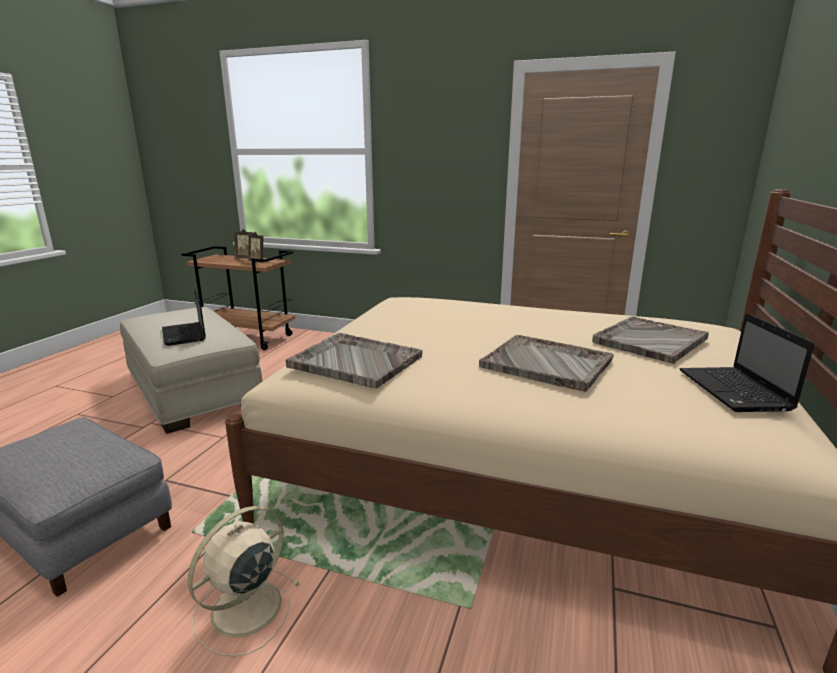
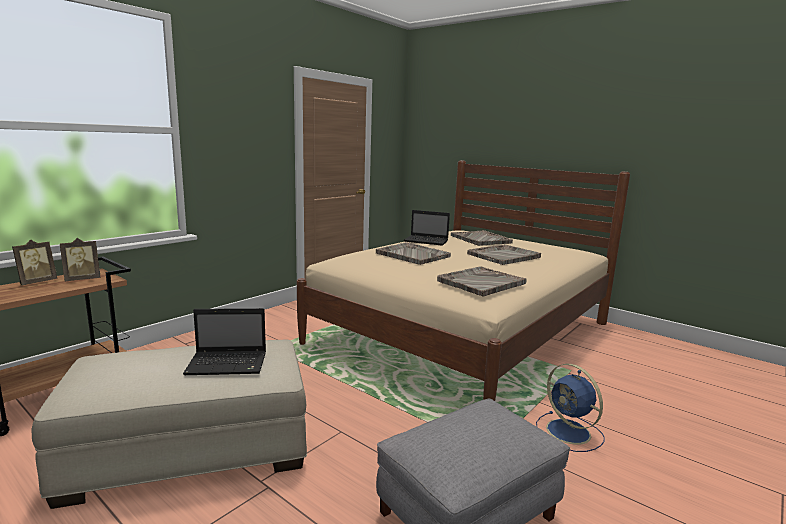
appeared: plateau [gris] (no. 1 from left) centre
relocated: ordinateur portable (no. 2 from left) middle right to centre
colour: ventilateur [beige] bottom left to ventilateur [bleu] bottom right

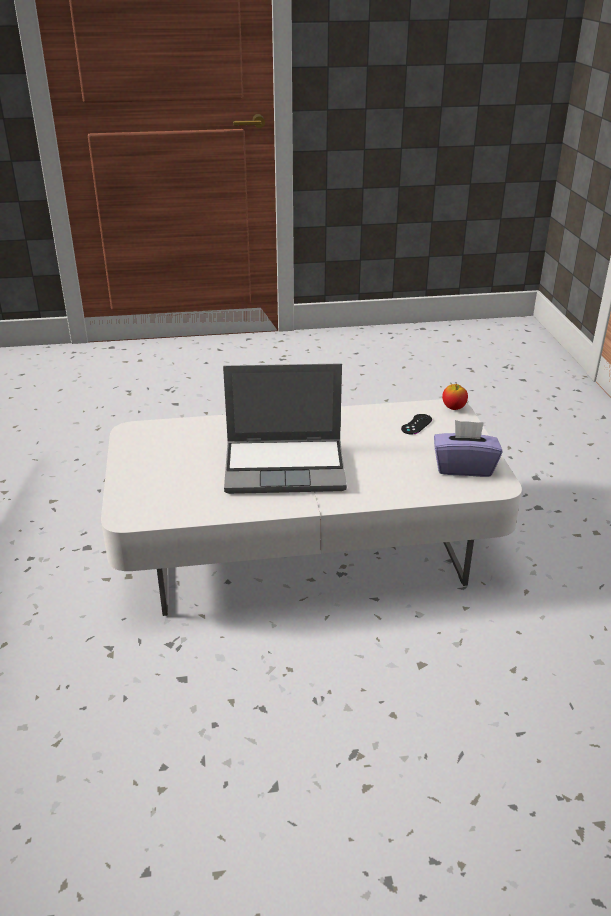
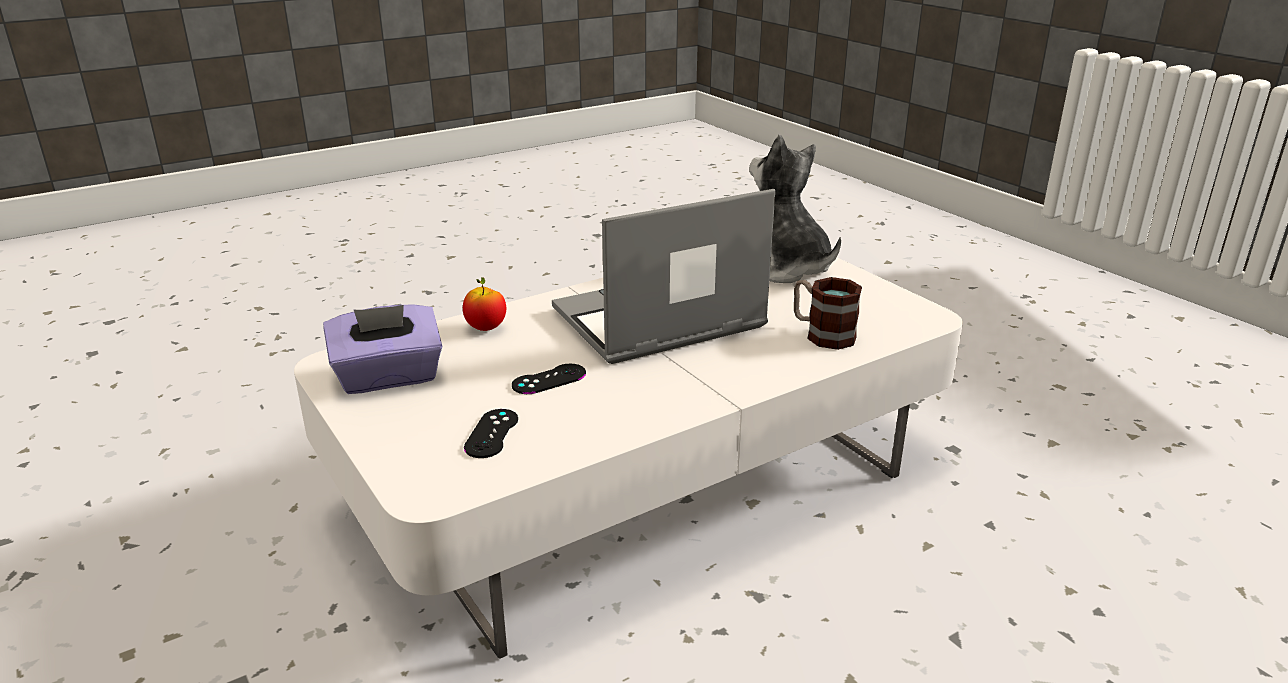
appeared: manette [noir] (no. 2 from left) centre; peluche top centre; mug centre
relocated: pomme middle right to centre

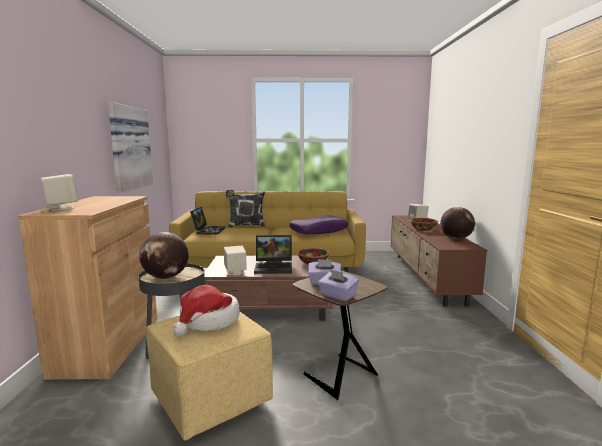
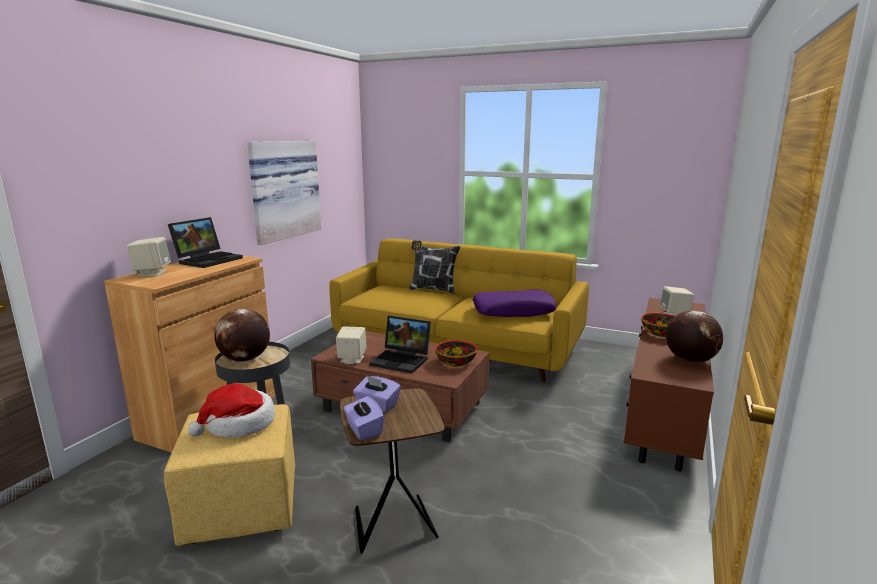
relocated: ordinateur portable (no. 1 from left) centre to middle left

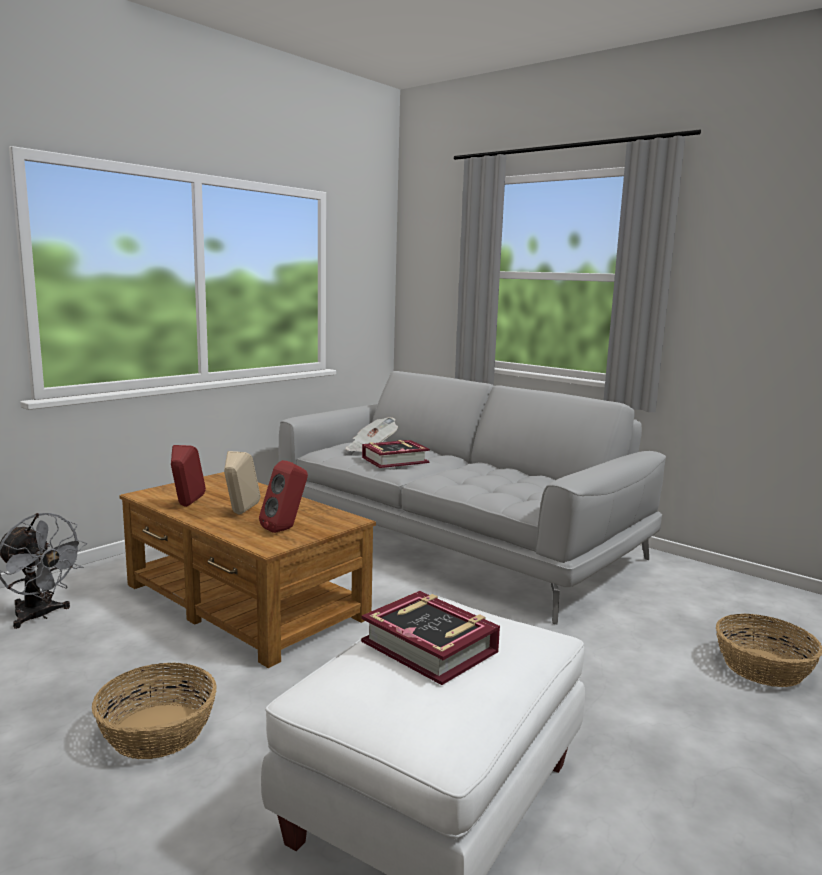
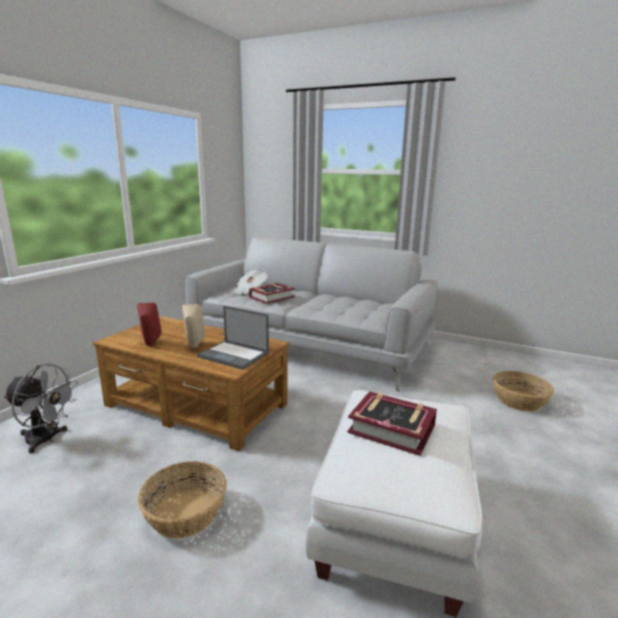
exchanged: enceinte [rouge] (no. 2 from left) centre to ordinateur portable centre

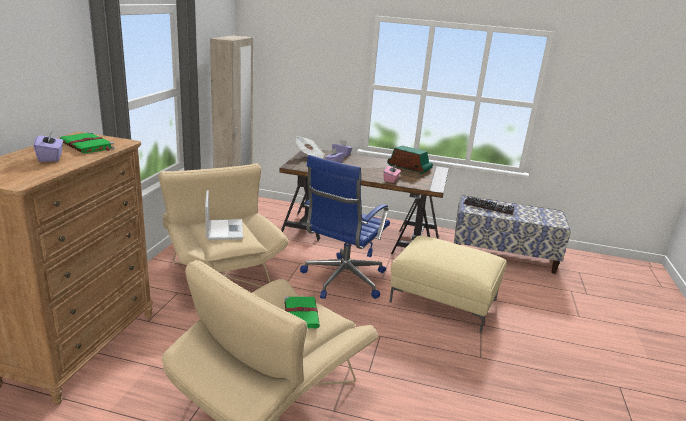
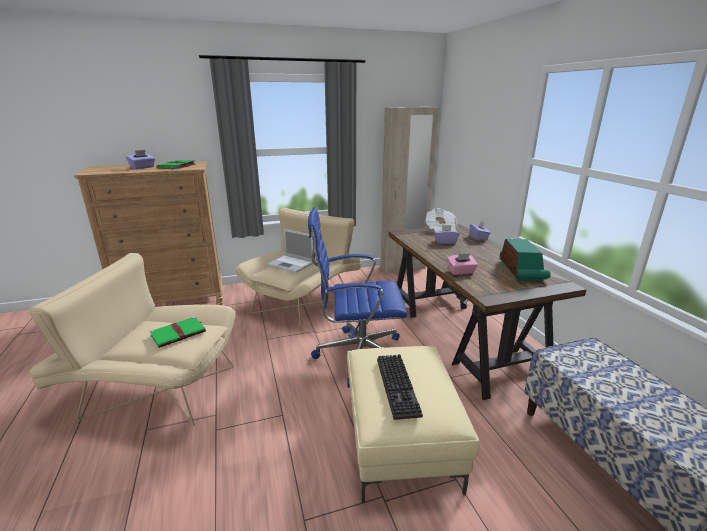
relocated: clavier middle right to bottom centre
spun: ordinateur portable middle left = centre 75 degrees clockwise

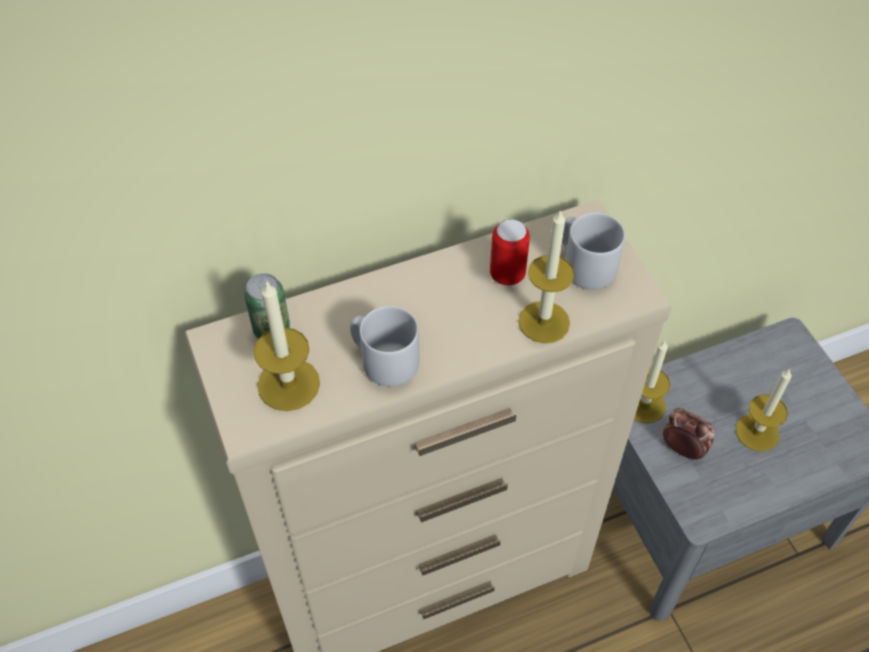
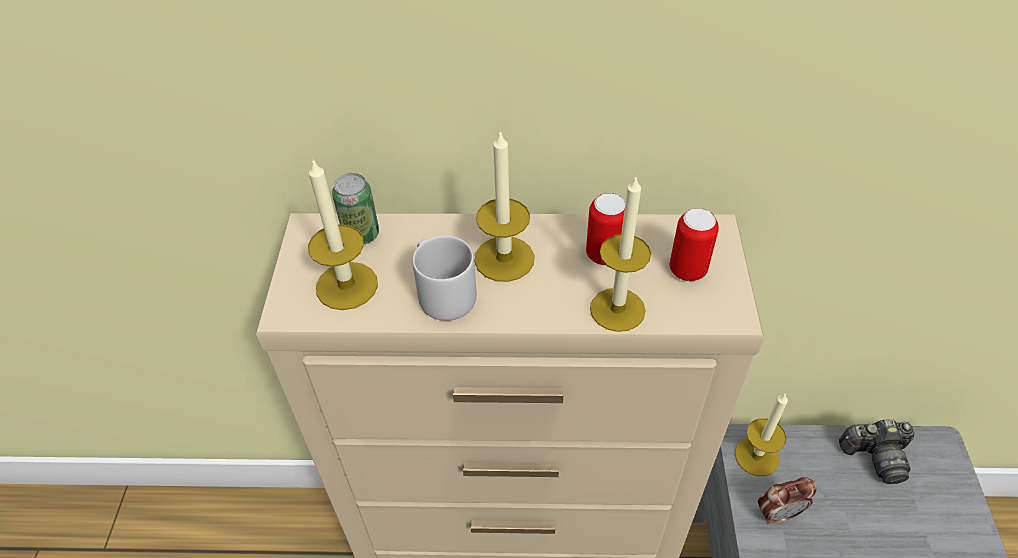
appeared: appareil photo bottom right
relocated: bougie (no. 4 from left in the first image) middle right to bougie (no. 2 from left) centre
exchanged: mug [gris] (no. 2 from left) middle right to boîte métallique (no. 3 from left) middle right
spun: réveil middle right = bottom right 105 degrees clockwise

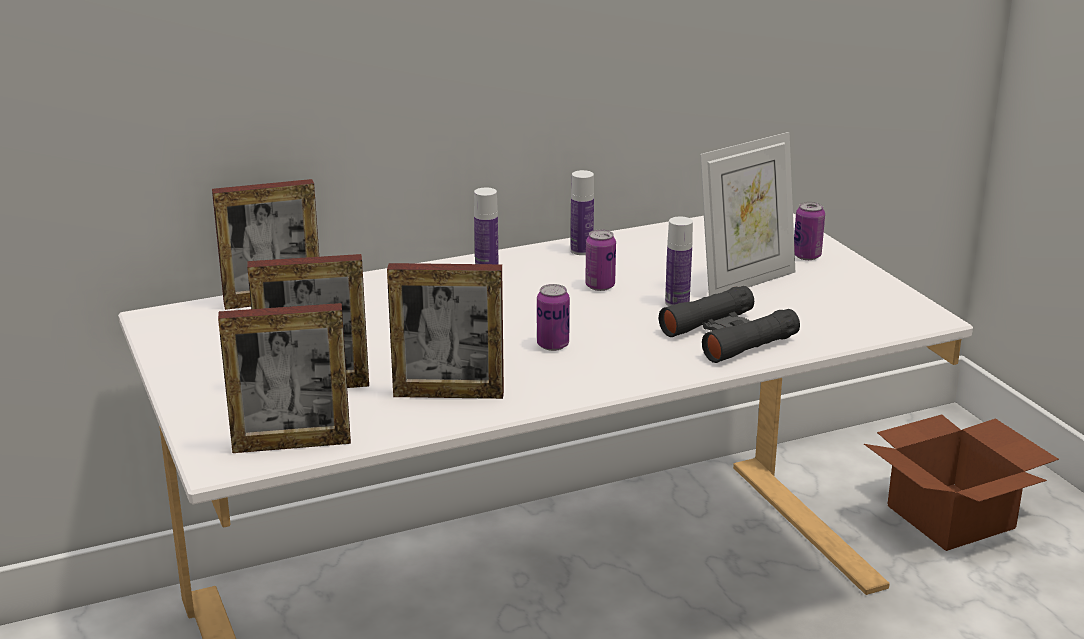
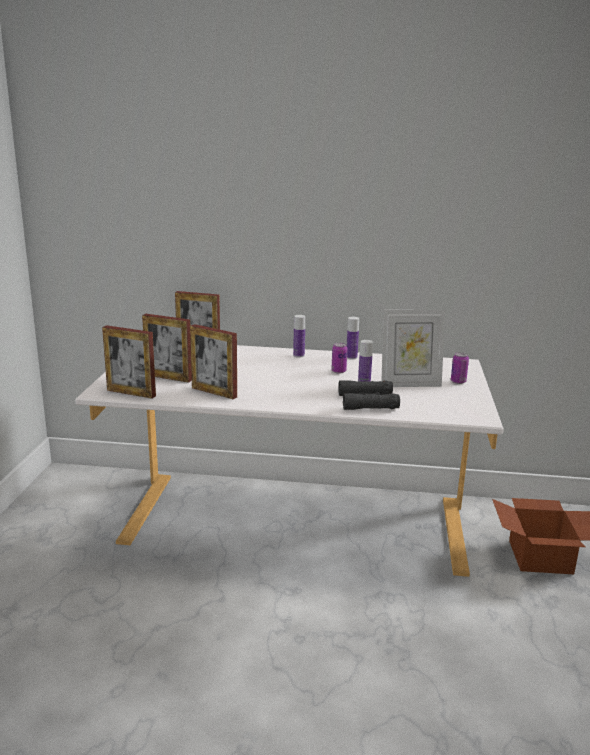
missing: boîte métallique (no. 1 from left) centre

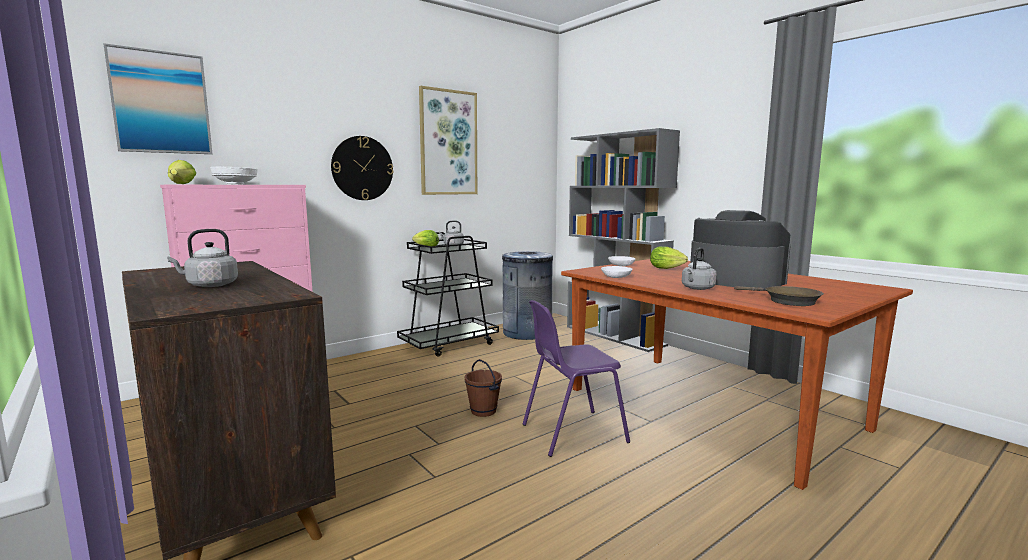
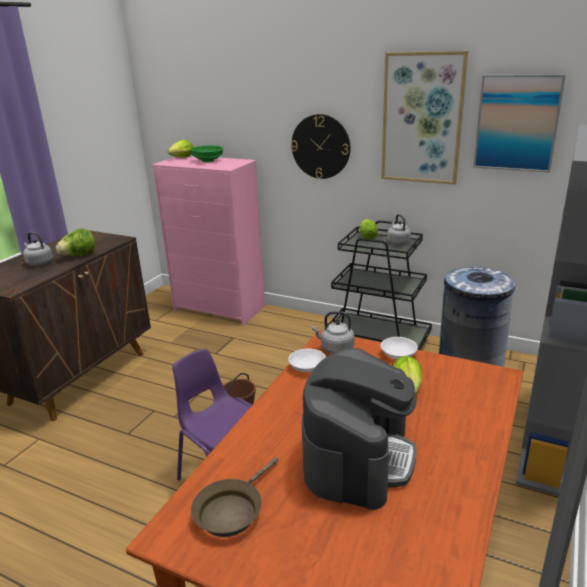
appeared: laitue (no. 1 from left) middle left
relocated: tableau (no. 1 from left in the first image) top left to tableau (no. 2 from left) top right; bouilloire [gris] (no. 3 from left in the first image) middle right to bouilloire [gris] (no. 2 from left) centre
colour: bol [blanc] (no. 1 from left) top left to bol [vert] top centre

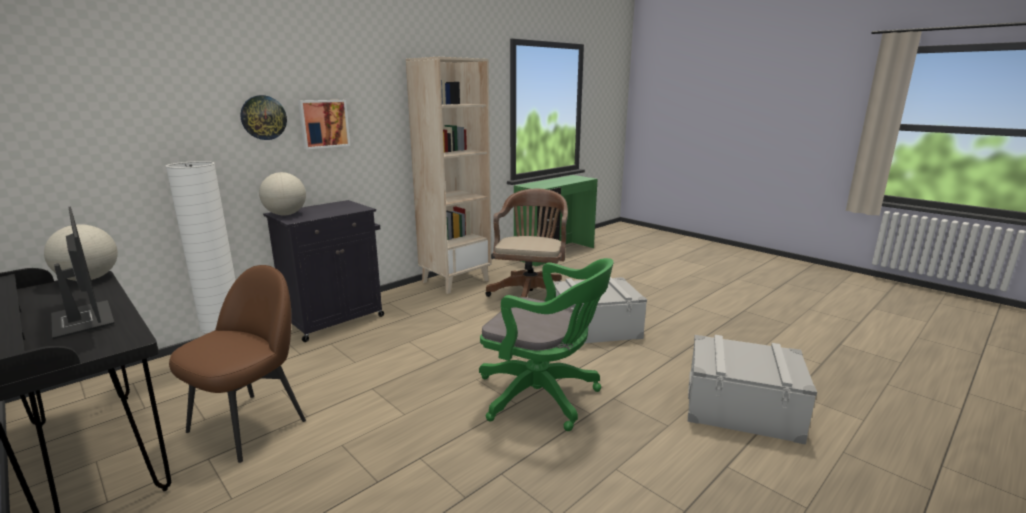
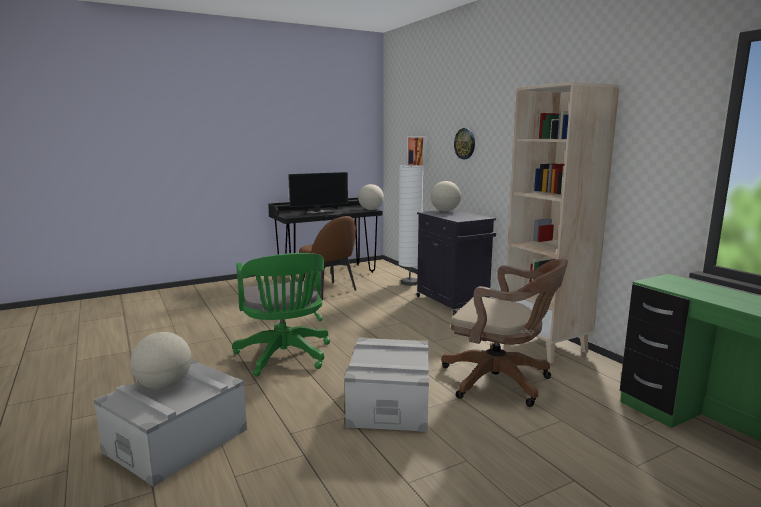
appeared: globe (no. 1 from left) bottom left
relocated: tableau top left to top centre
spun: chaise de bureau [vert] bottom centre = centre 60 degrees counterclockwise

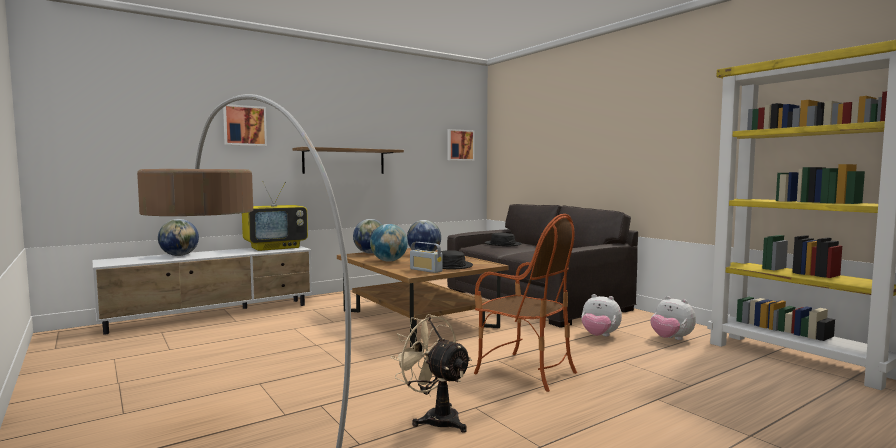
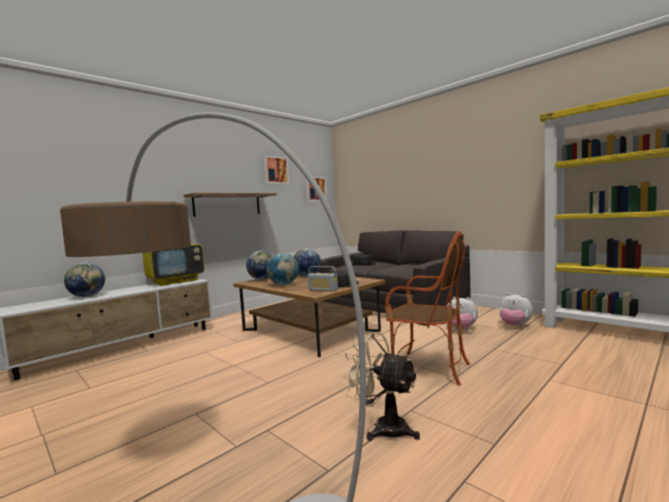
relocated: tableau (no. 1 from left) top left to centre

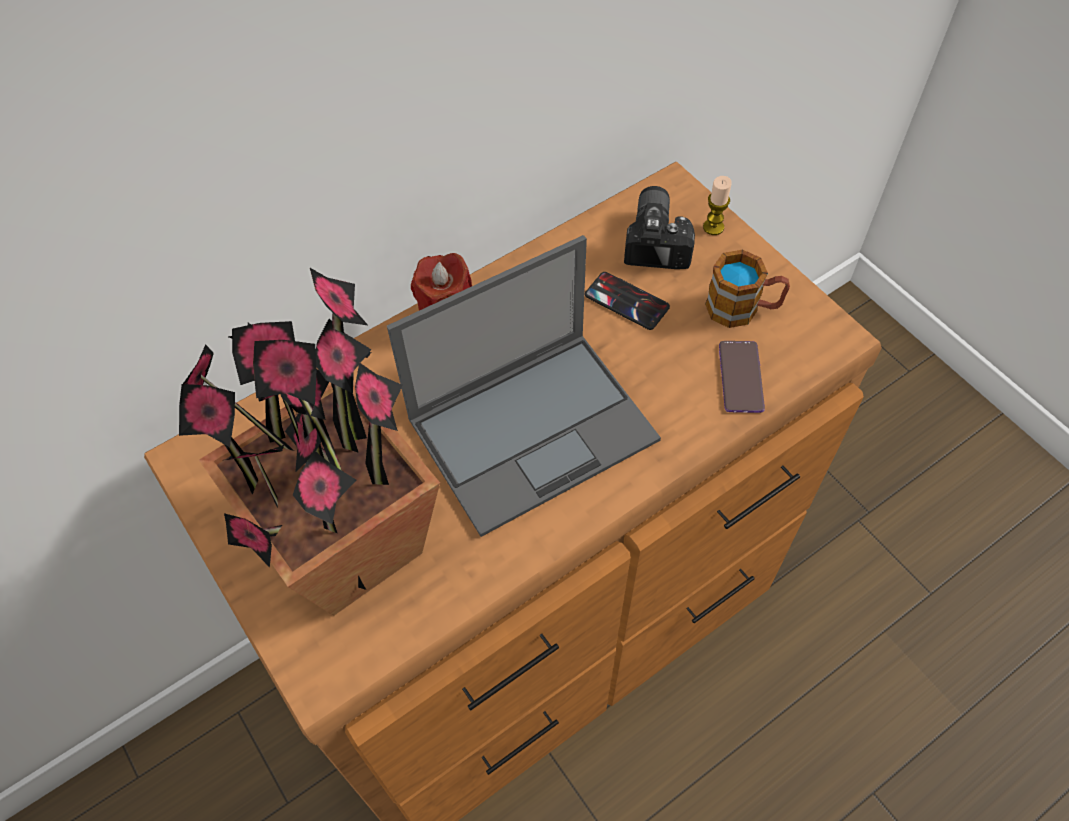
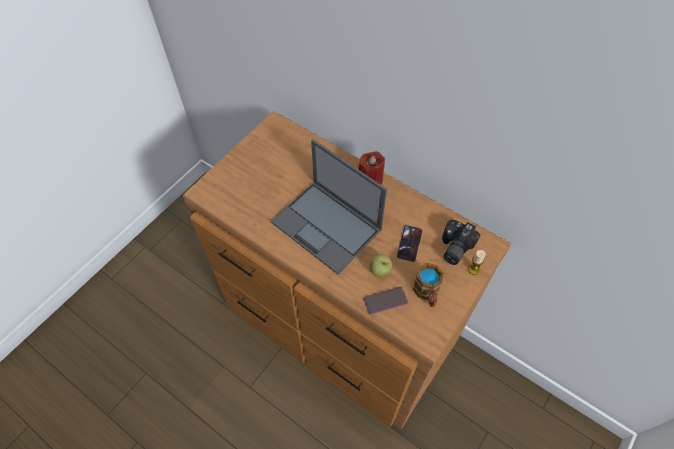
missing: plante en pot middle left
appeared: pomme centre
spun: appareil photo top centre = middle right 135 degrees clockwise

